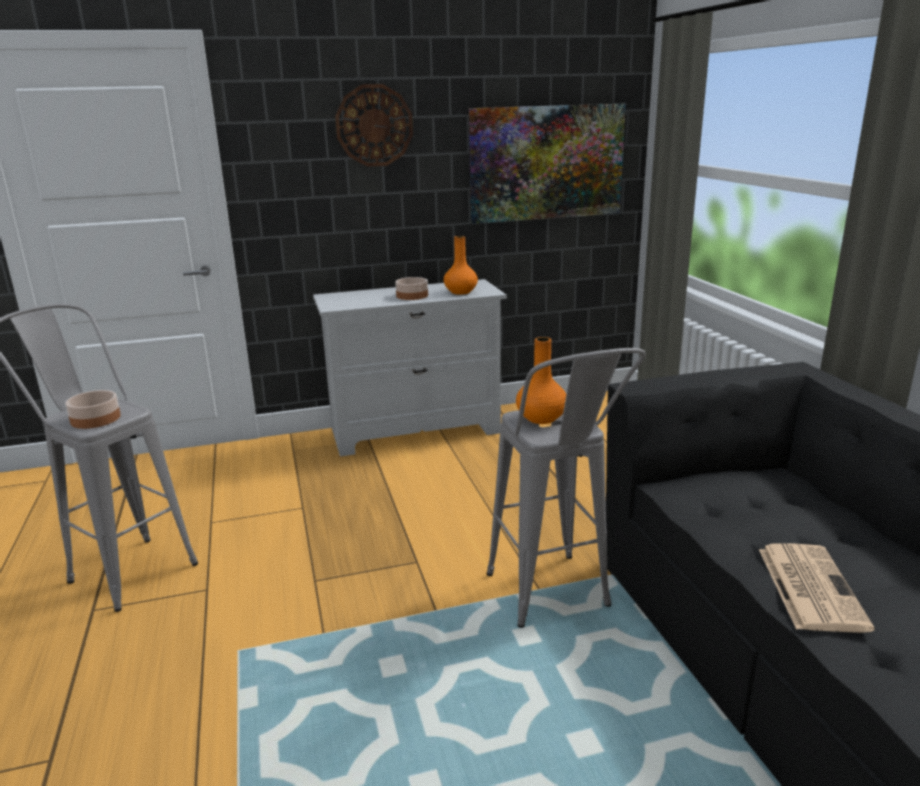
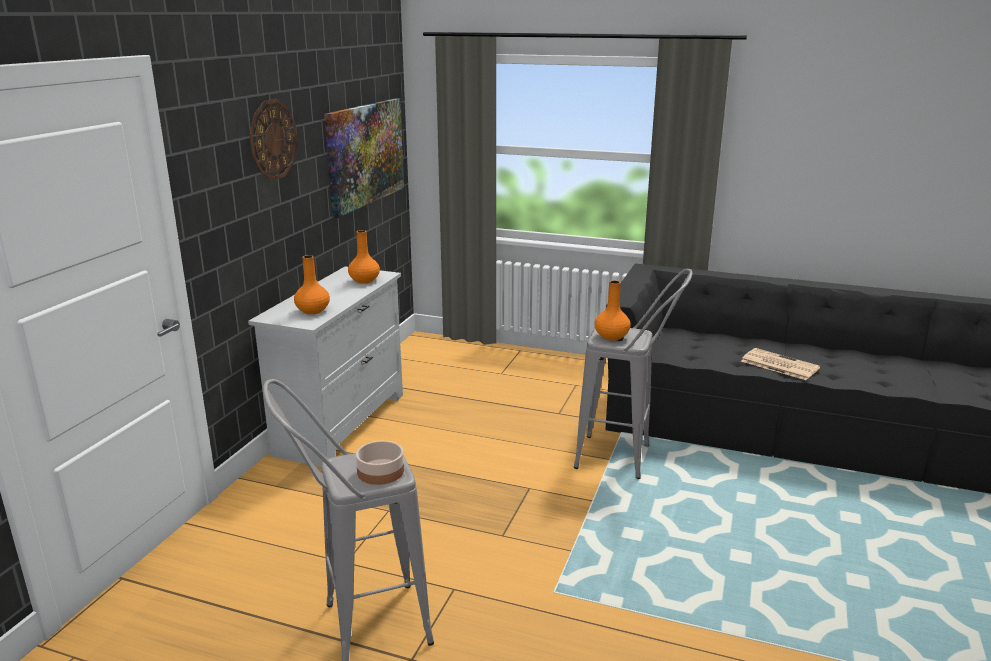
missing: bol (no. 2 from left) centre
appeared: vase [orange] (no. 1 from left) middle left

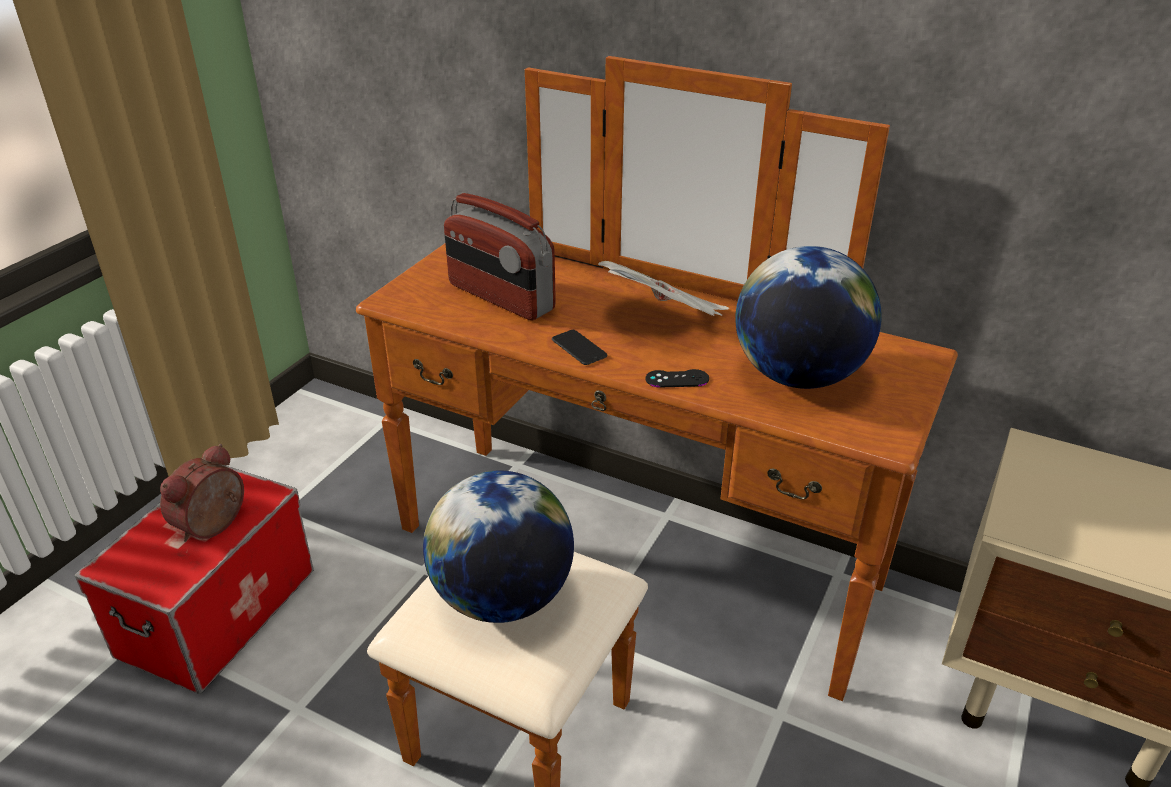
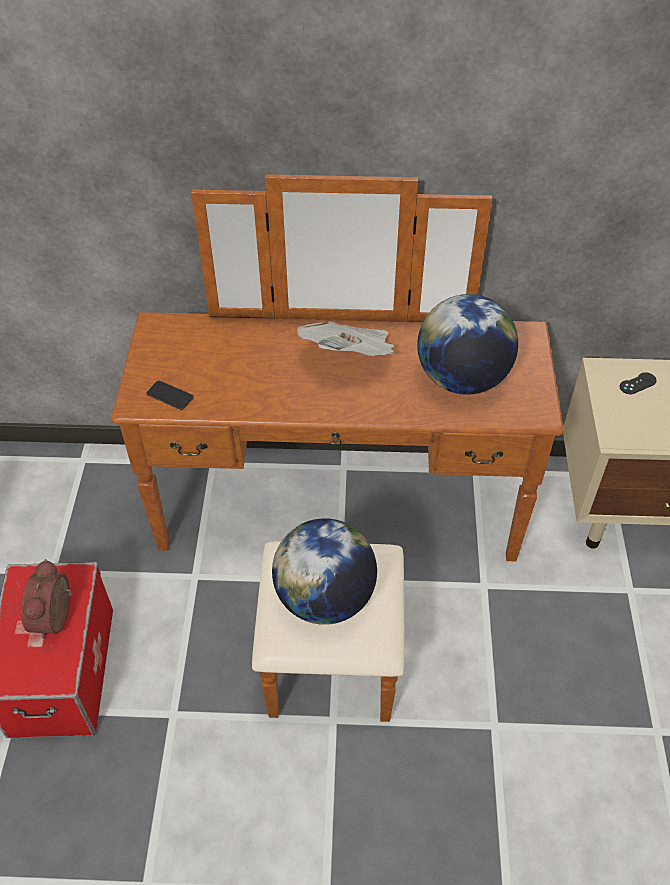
missing: radio top centre
relocated: téléphone centre to middle left; manette [noir] centre to middle right

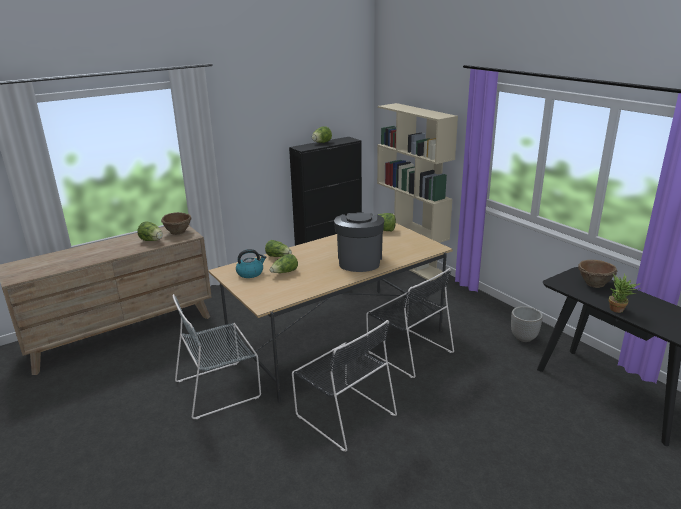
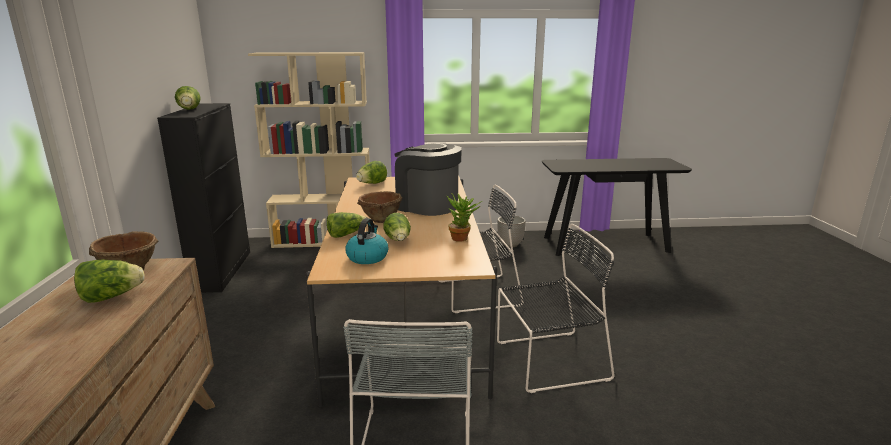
relocated: bol [marron] (no. 2 from left) middle right to centre; plante en pot middle right to centre

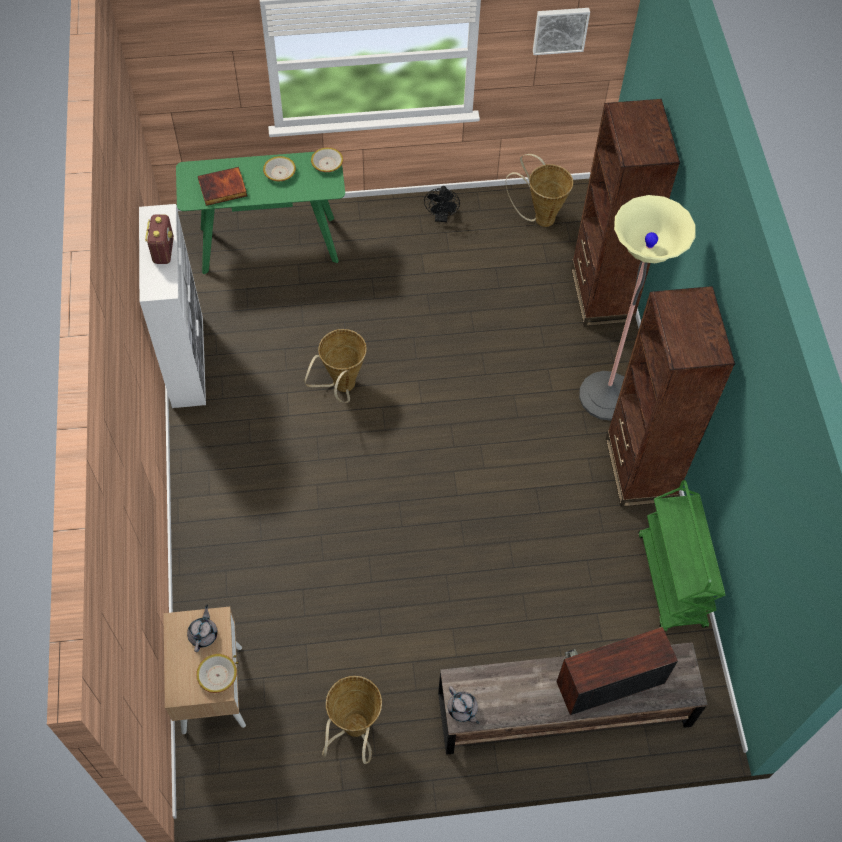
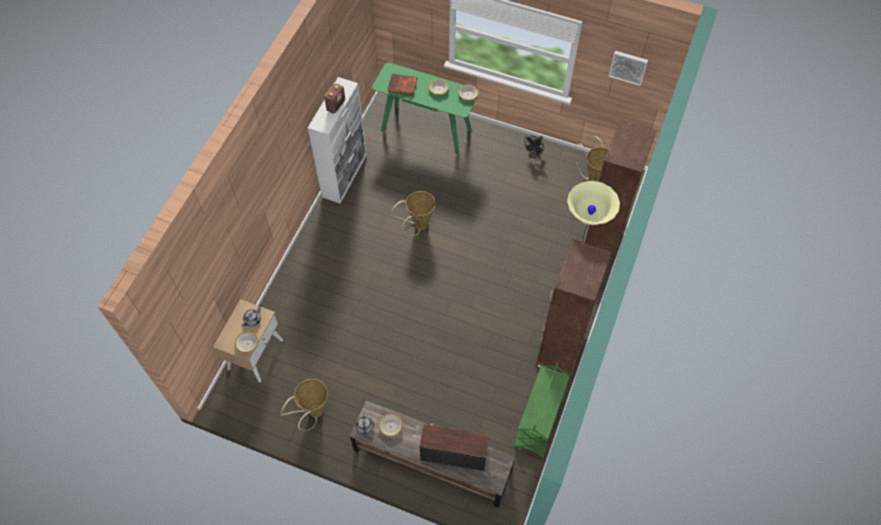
appeared: bol (no. 2 from left) bottom centre

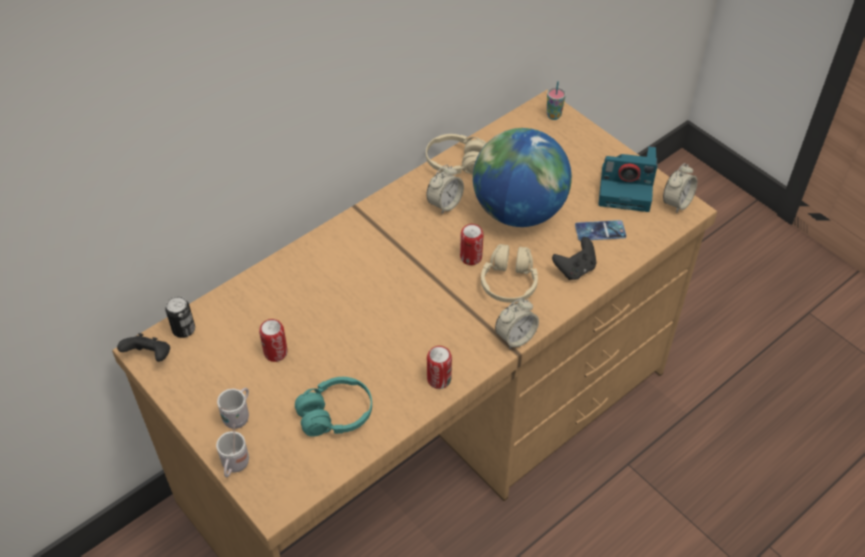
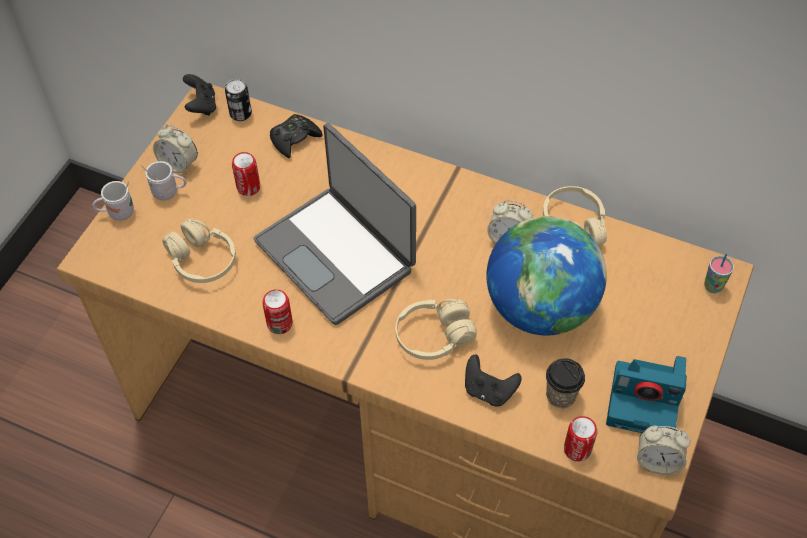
appeared: ordinateur portable centre; manette [noir] (no. 2 from left) top centre
relocated: boîte métallique (no. 4 from left) centre to bottom right; réveil (no. 2 from left in the first image) centre to réveil (no. 1 from left) top left
exchanged: téléphone middle right to tasse (no. 1 from left) bottom right
colour: casque audio [turquoise] bottom centre to casque audio [beige] (no. 1 from left) middle left
spun: appareil photo top right = bottom right 60 degrees counterclockwise

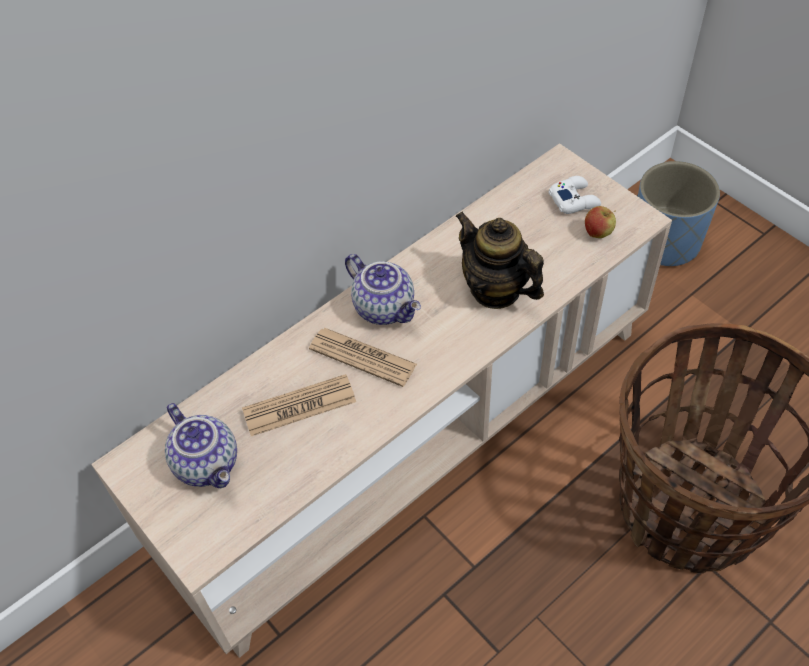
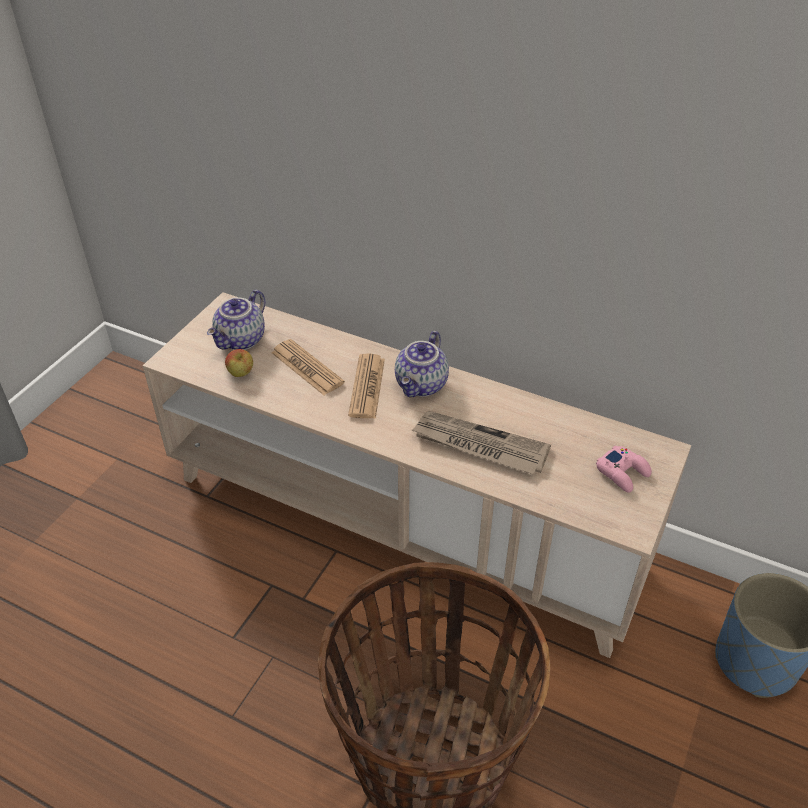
relocated: pomme middle right to middle left
exchanged: théière (no. 3 from left) centre to journal (no. 3 from left) centre
colour: manette [blanc] top right to manette [rose] middle right

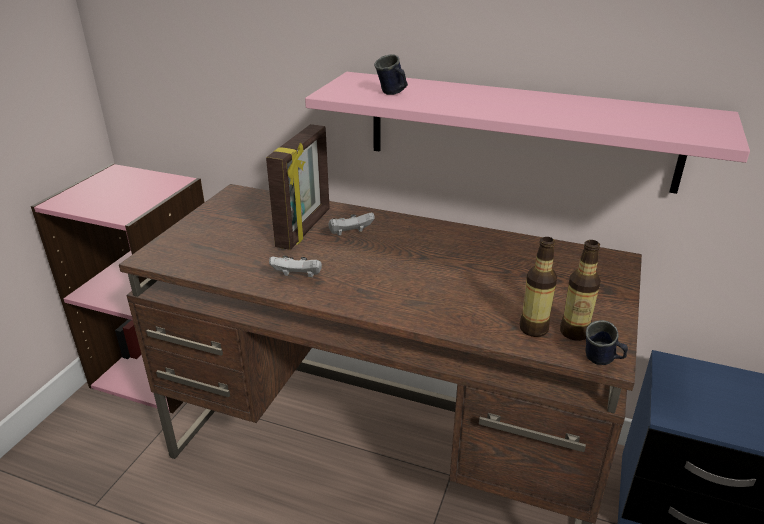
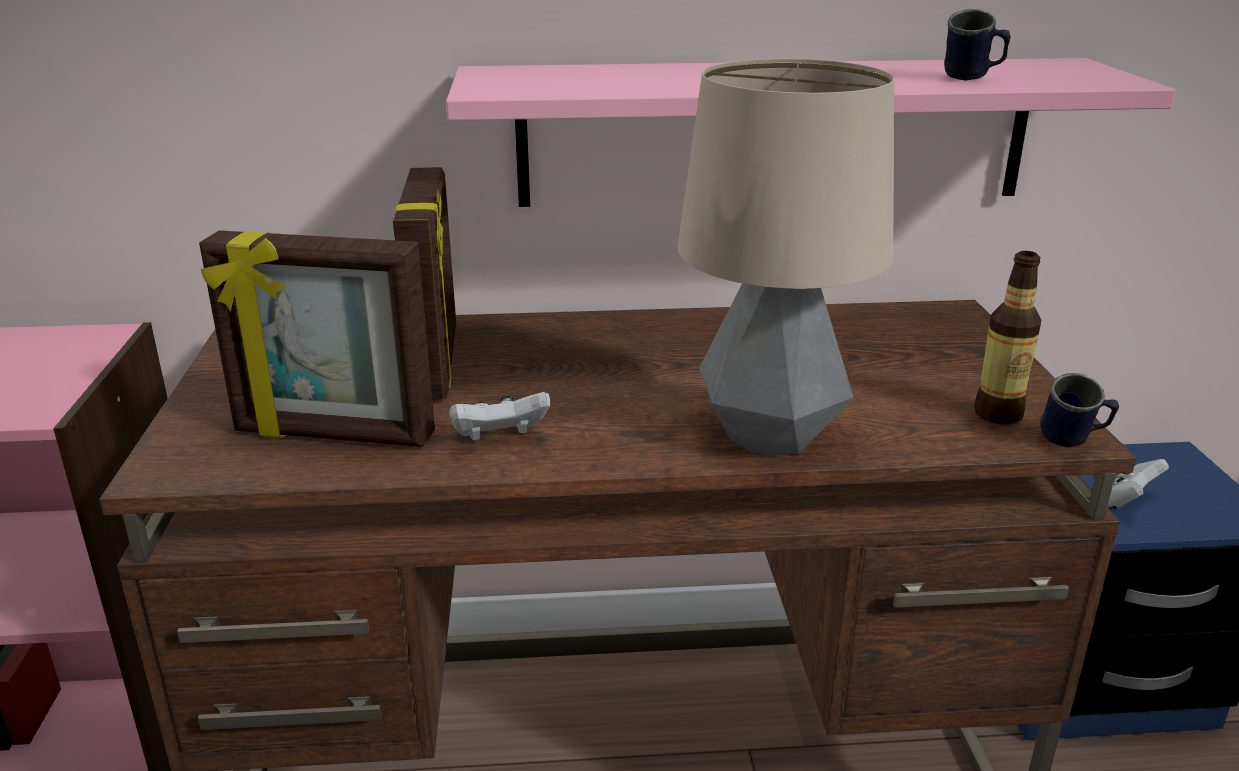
missing: bouteille (no. 1 from left) middle right
appeared: cadre photo (no. 1 from left) middle left; lampe de table centre
relocated: manette [blanc] (no. 2 from left) centre to middle right; mug [bleu] (no. 1 from left) top centre to top right

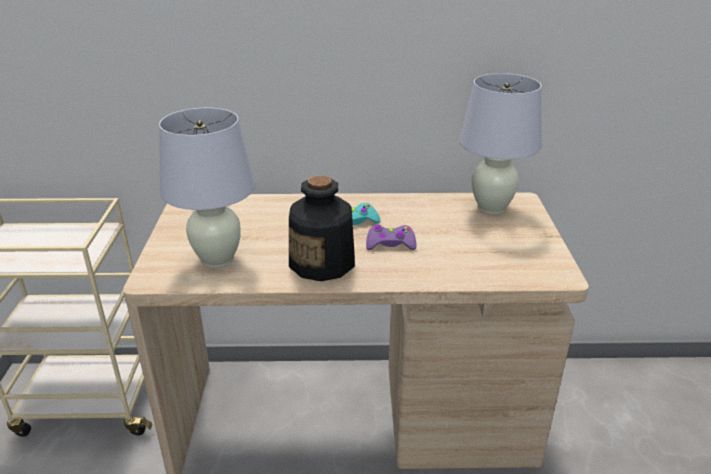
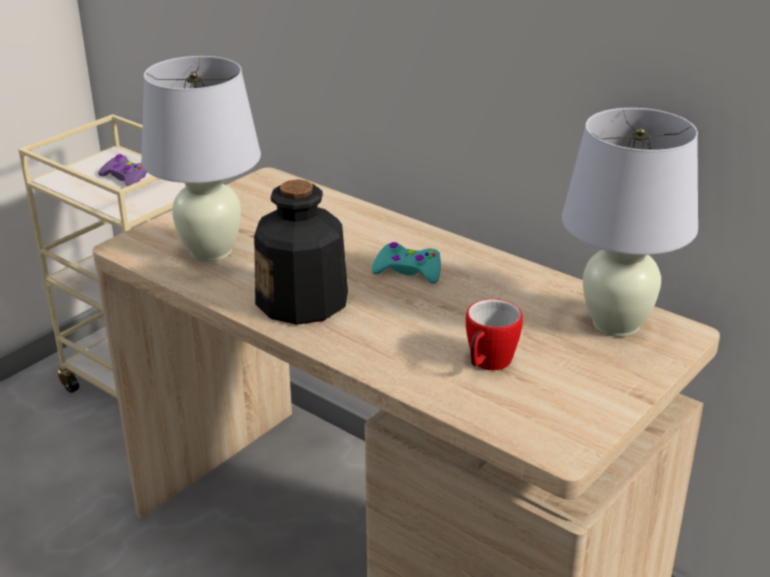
appeared: mug centre
relocated: manette [violet] centre to top left

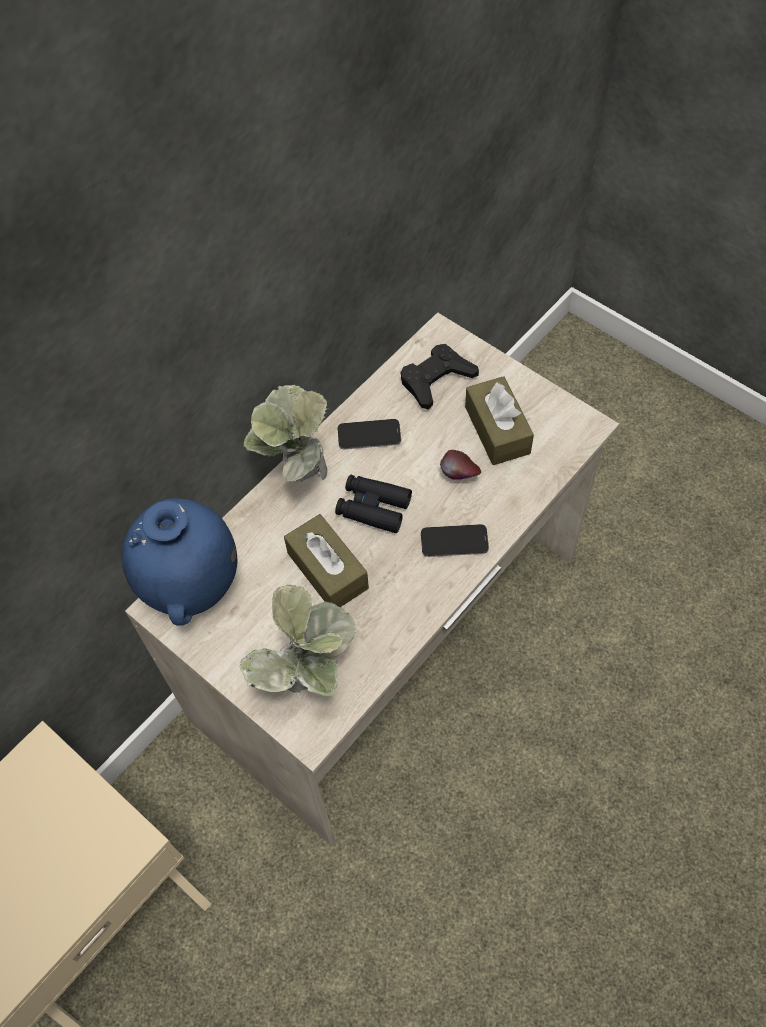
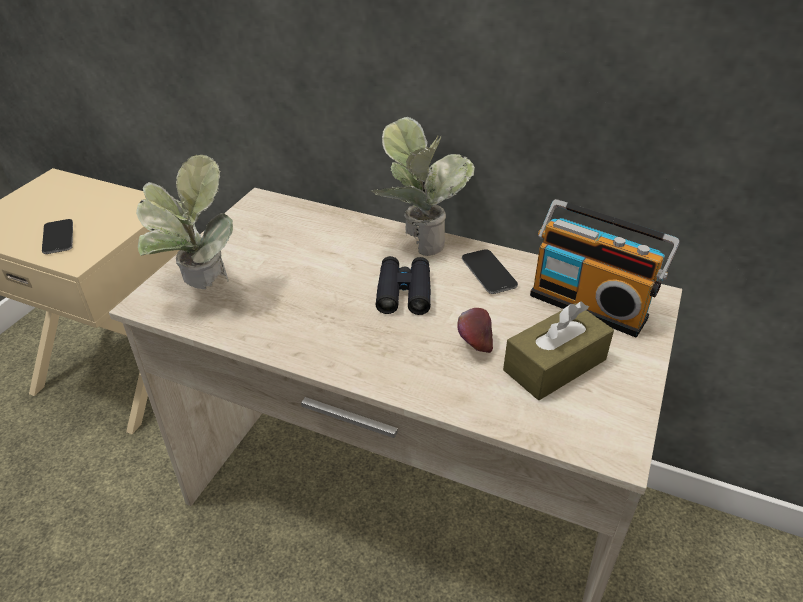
missing: vase [bleu] middle left; boîte à mouchoirs [marron] (no. 1 from left) centre
relocated: téléphone (no. 2 from left in the first image) centre to téléphone (no. 1 from left) middle left
exchanged: manette [noir] centre to radio middle right

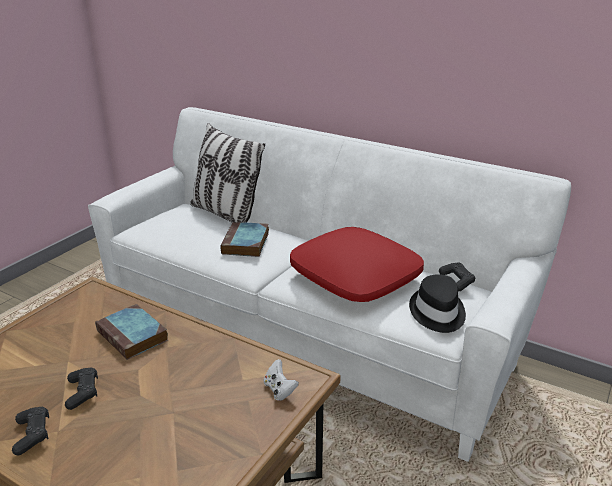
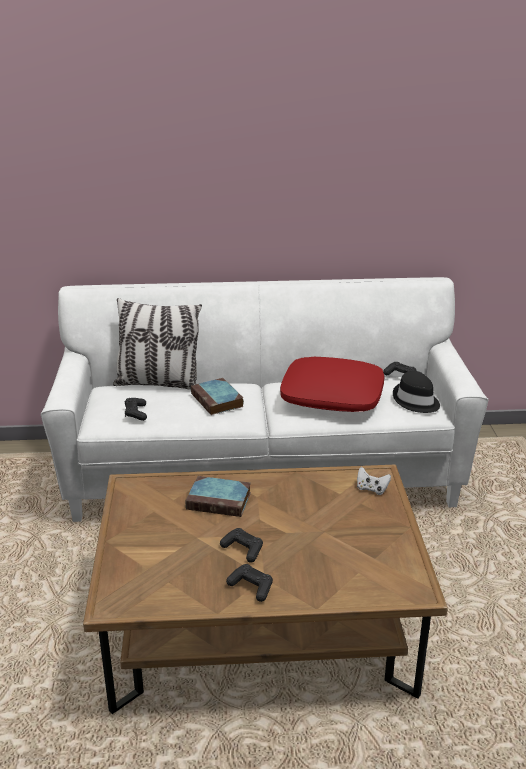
appeared: manette [noir] (no. 1 from left) middle left

